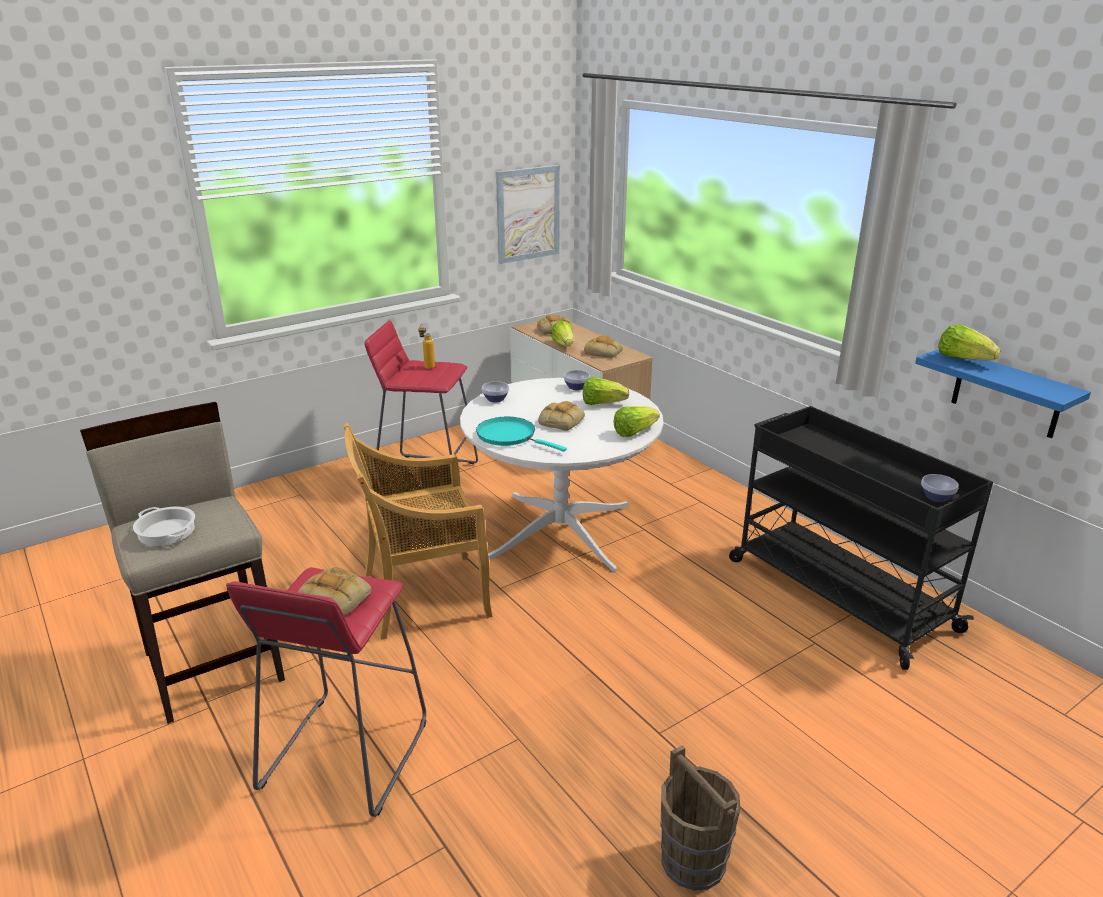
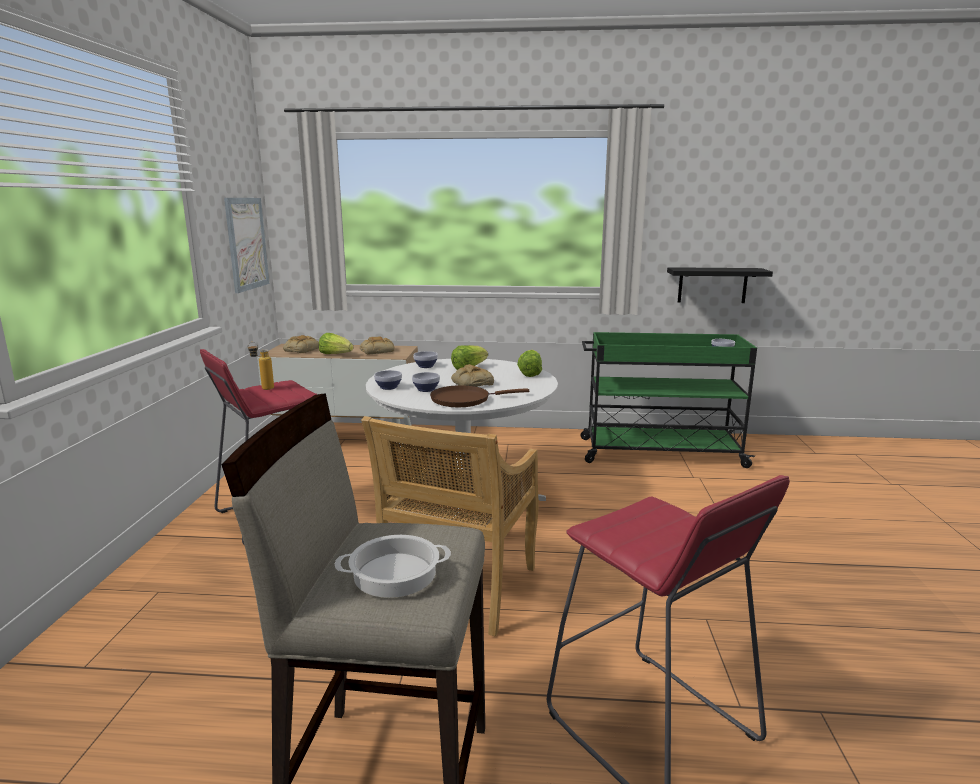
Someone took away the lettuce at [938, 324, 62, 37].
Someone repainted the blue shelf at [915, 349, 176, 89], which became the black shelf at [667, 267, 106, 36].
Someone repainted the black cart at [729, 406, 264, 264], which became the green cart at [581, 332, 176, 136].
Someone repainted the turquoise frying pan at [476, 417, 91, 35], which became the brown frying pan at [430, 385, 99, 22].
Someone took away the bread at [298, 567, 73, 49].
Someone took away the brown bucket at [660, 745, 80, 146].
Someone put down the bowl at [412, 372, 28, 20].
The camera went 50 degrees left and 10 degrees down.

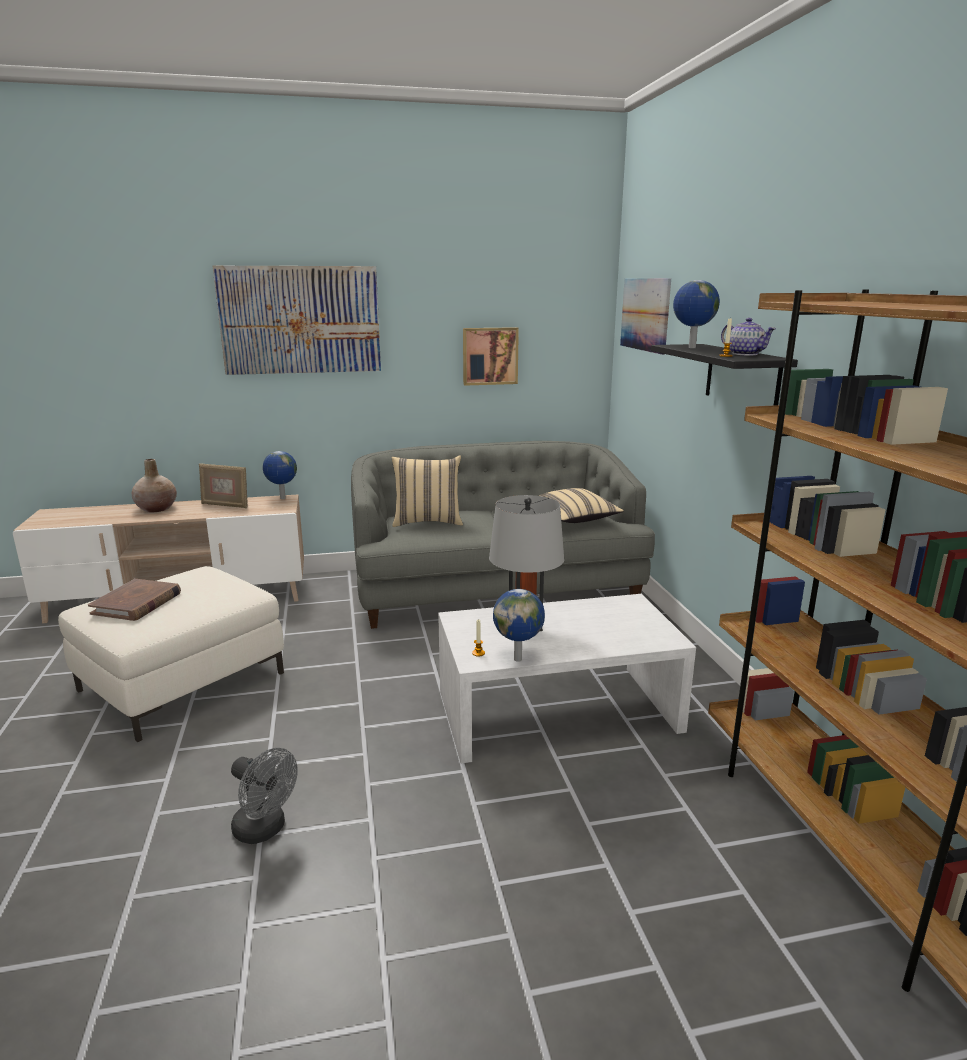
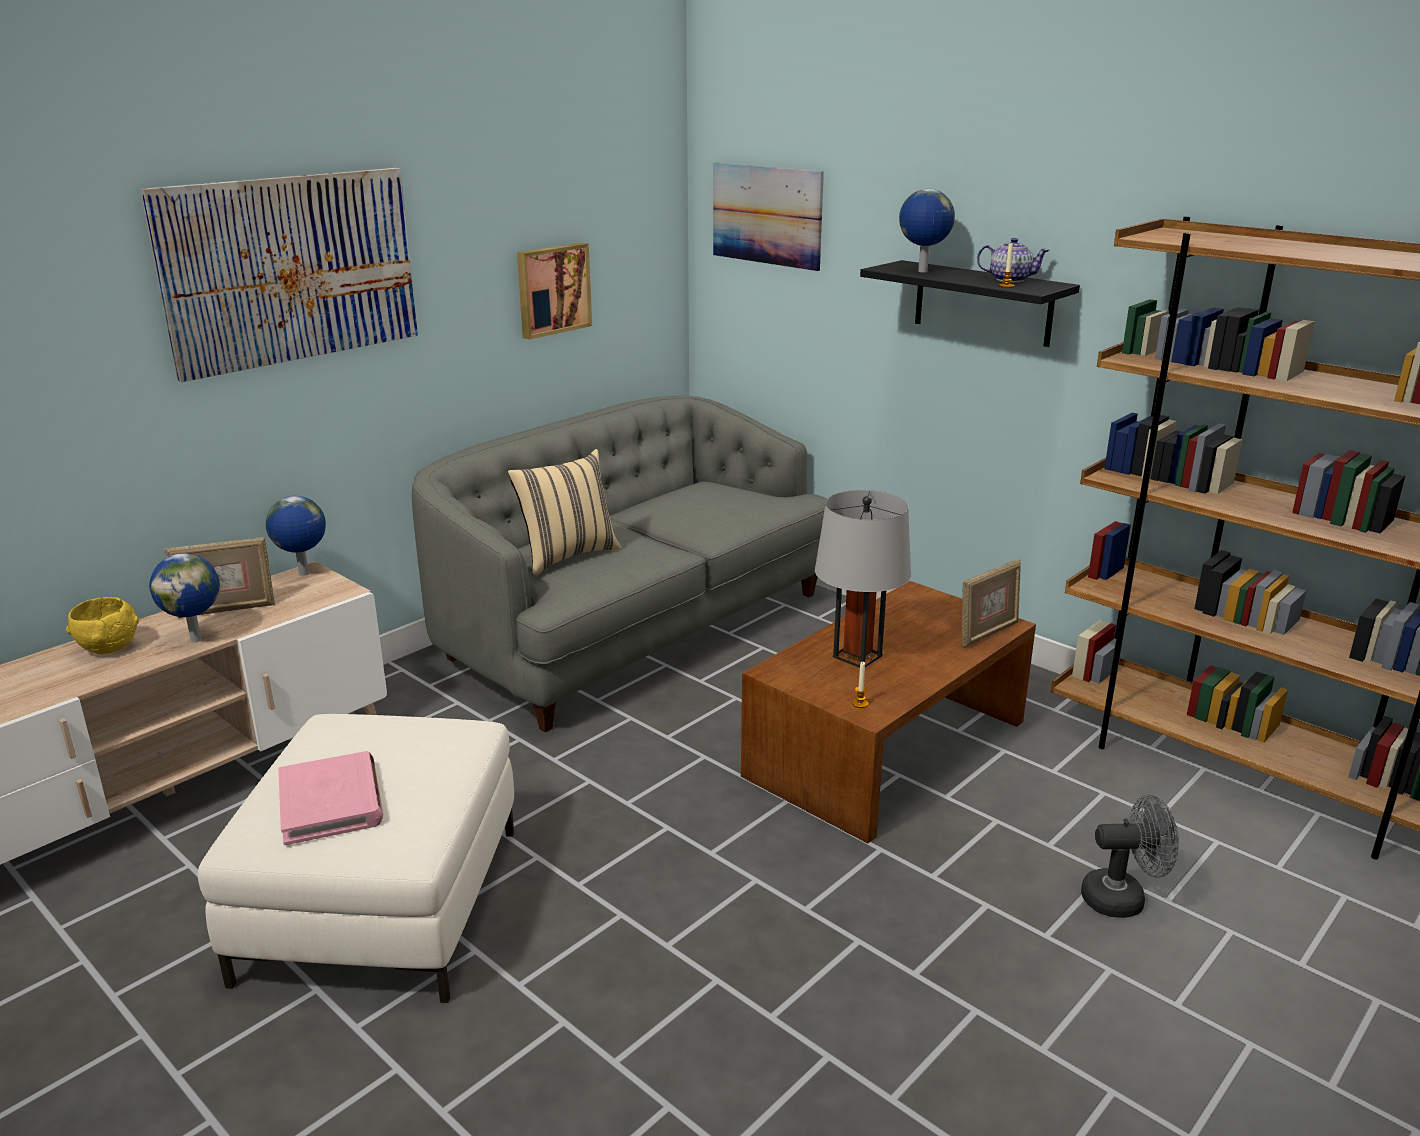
Someone swapped the beige vase at [131, 459, 46, 53] for the yellow bowl at [66, 597, 73, 57].
Someone took away the beige pillow at [539, 488, 85, 35].
Someone repainted the brown book at [88, 579, 93, 42], which became the pink book at [278, 751, 105, 94].
Someone carried the globe from [493, 589, 52, 73] to [149, 553, 71, 89].
Someone repainted the white coffee table at [438, 594, 258, 169], which became the brown coffee table at [741, 581, 295, 262].
Someone carried the grey fan from [231, 748, 67, 96] to [1081, 795, 98, 123].
Someone put down the picture frame at [961, 559, 60, 89].
The camera went 35 degrees left and 5 degrees up.

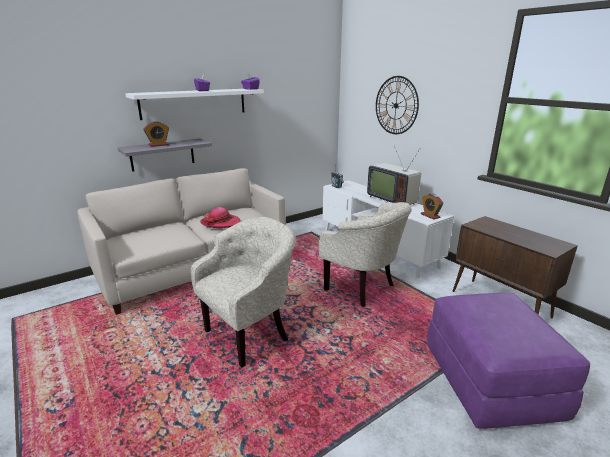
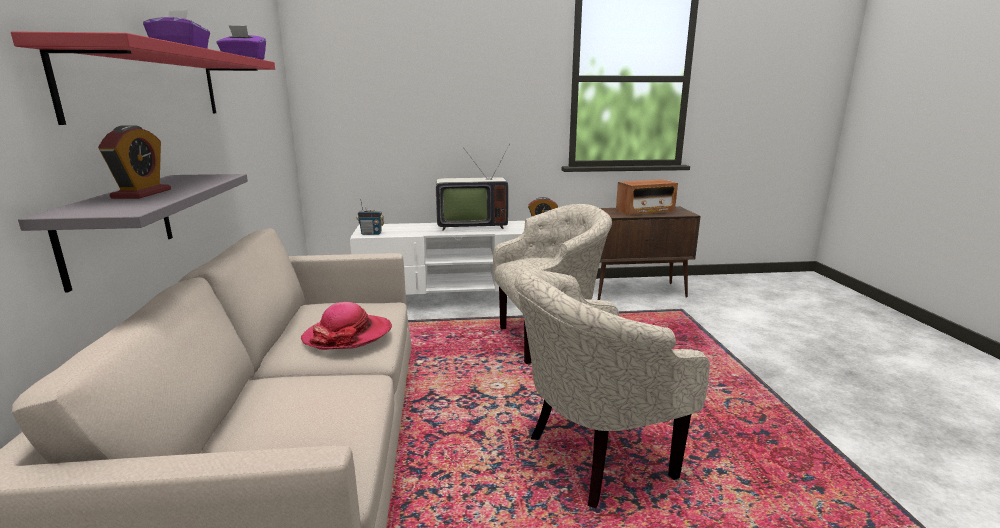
Someone took away the wall clock at [376, 76, 43, 58].
Someone repainted the white shelf at [125, 89, 139, 31], which became the red shelf at [11, 31, 264, 94].
Someone rotated the beige armchair at [191, 217, 105, 151] by 105 degrees counterclockwise.
Someone took away the purple ottoman at [427, 293, 163, 136].
Someone put down the radio at [616, 179, 62, 36].
The camera went 60 degrees left and 5 degrees down.

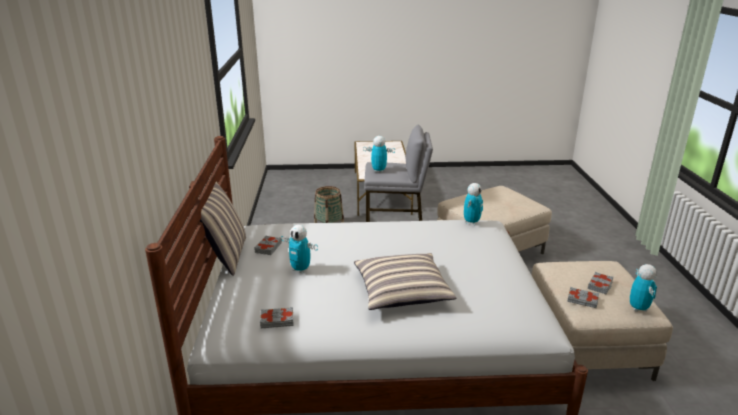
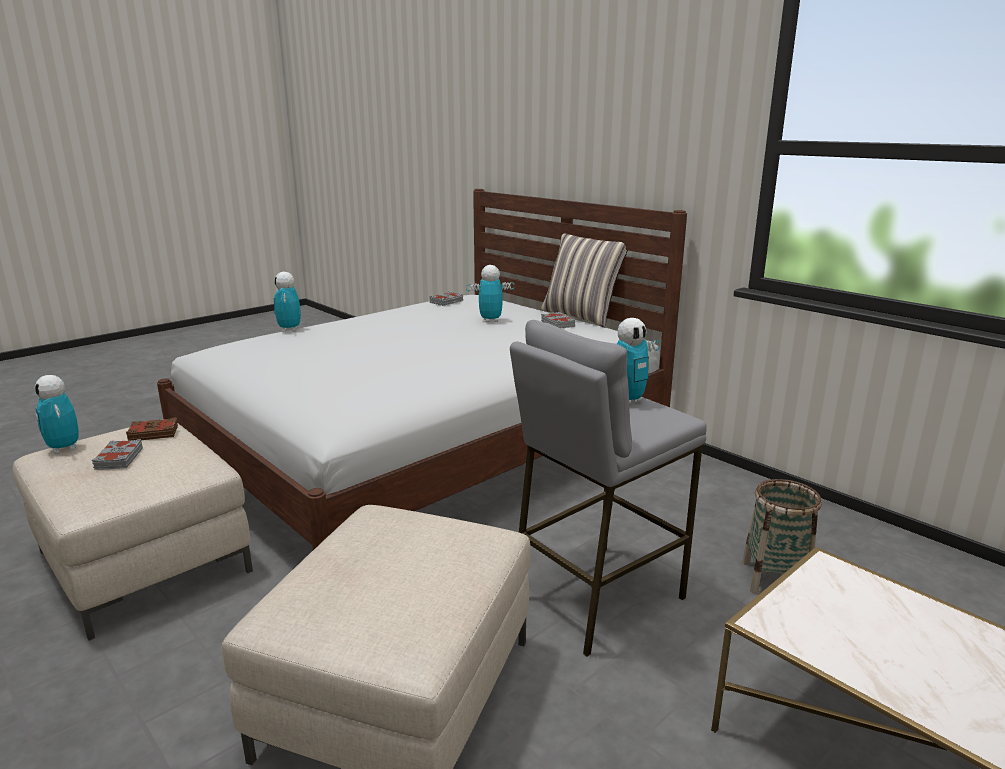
Someone carried the toy robot from [464, 183, 19, 42] to [274, 272, 27, 60].
Someone took away the pillow at [354, 253, 102, 57].
Someone repainted the grey book at [567, 287, 32, 21], which became the brown book at [126, 417, 52, 24].
The camera went 140 degrees right and 5 degrees down.

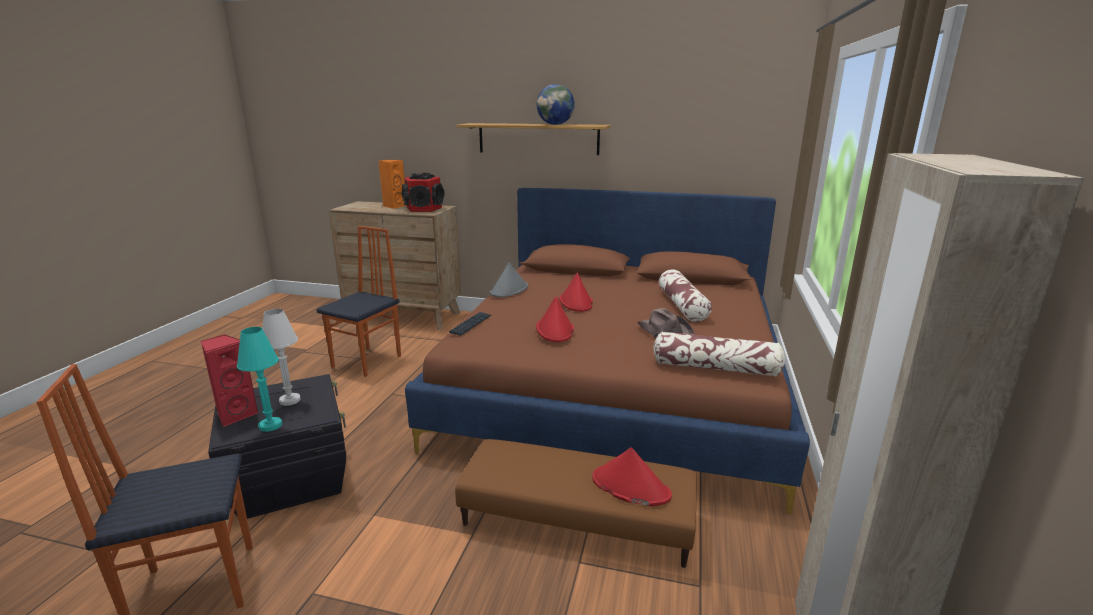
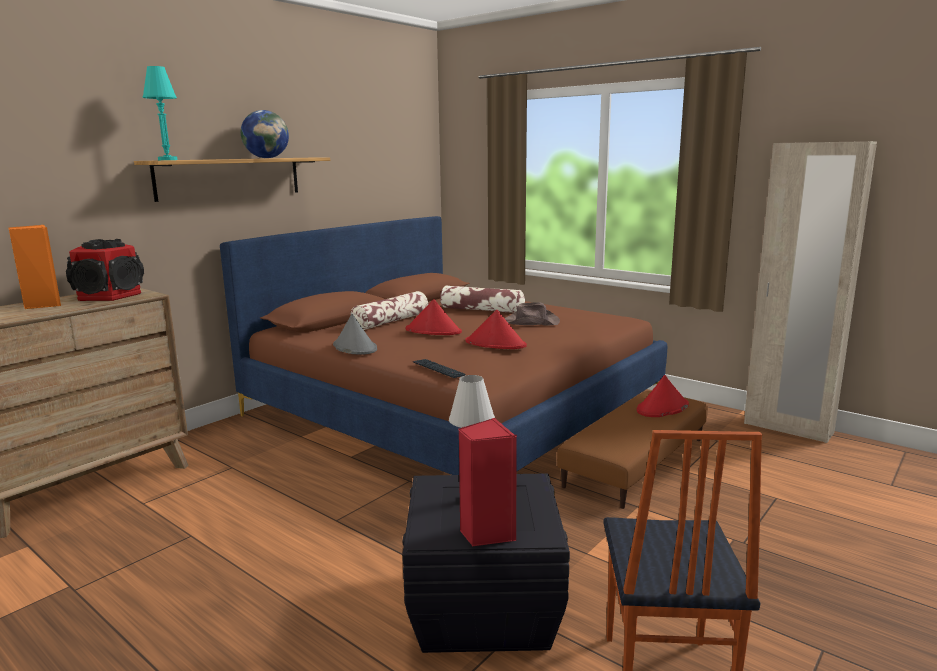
Someone took away the chair at [317, 226, 84, 151].
Someone carried the turquoise table lamp from [237, 327, 45, 105] to [143, 66, 35, 94].
Someone carried the pillow from [653, 331, 132, 46] to [351, 291, 77, 39].
The camera went 65 degrees left and 5 degrees down.

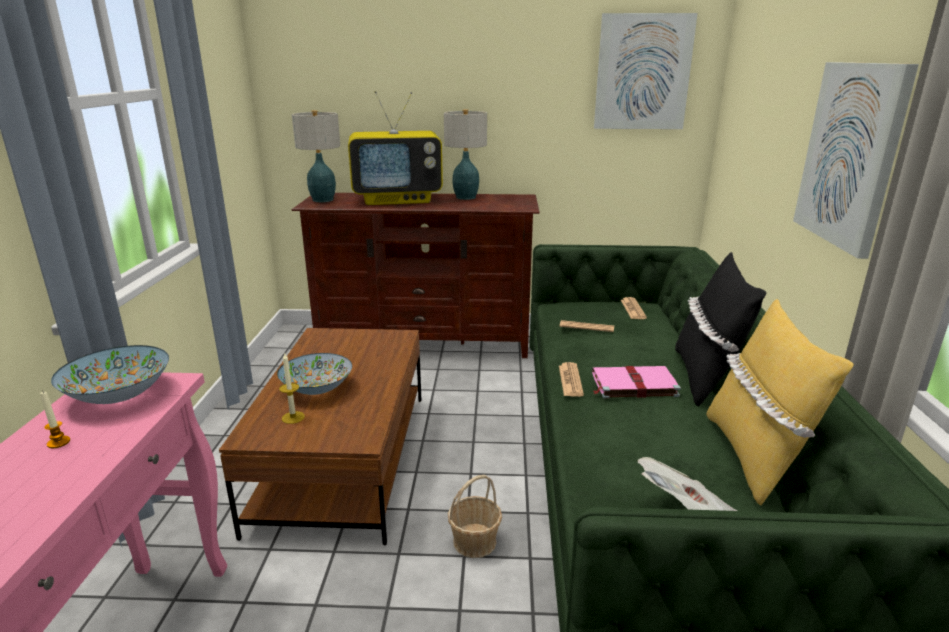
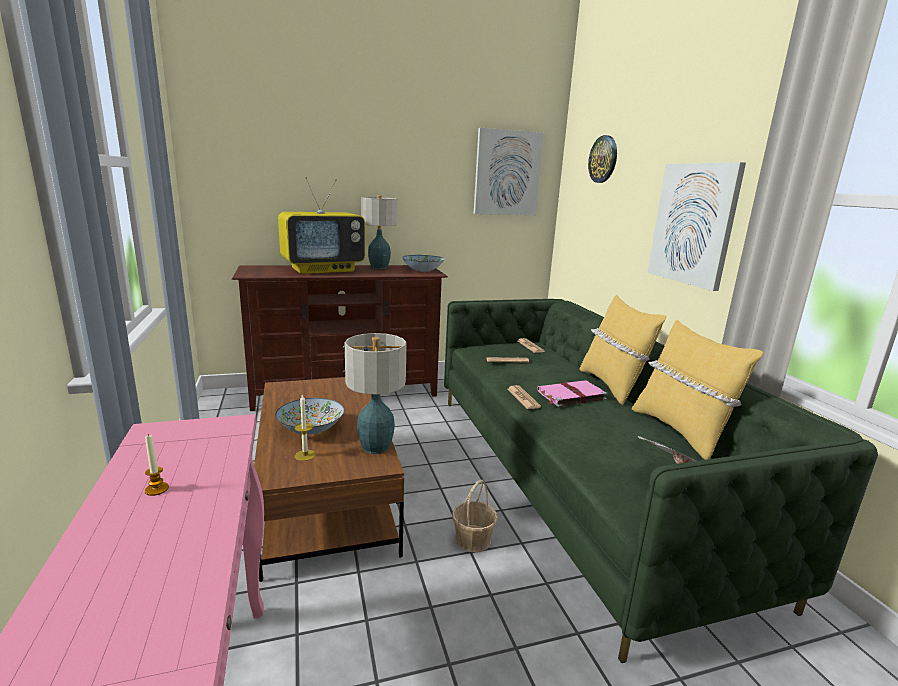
Someone carried the table lamp from [292, 110, 48, 92] to [345, 333, 62, 121].
Someone repainted the black pillow at [675, 252, 91, 154], which became the yellow pillow at [579, 295, 88, 110].
Someone carried the bowl from [51, 345, 118, 59] to [402, 255, 43, 17].
Someone put up the wall clock at [588, 135, 29, 48].
The camera went 20 degrees left and 5 degrees down.

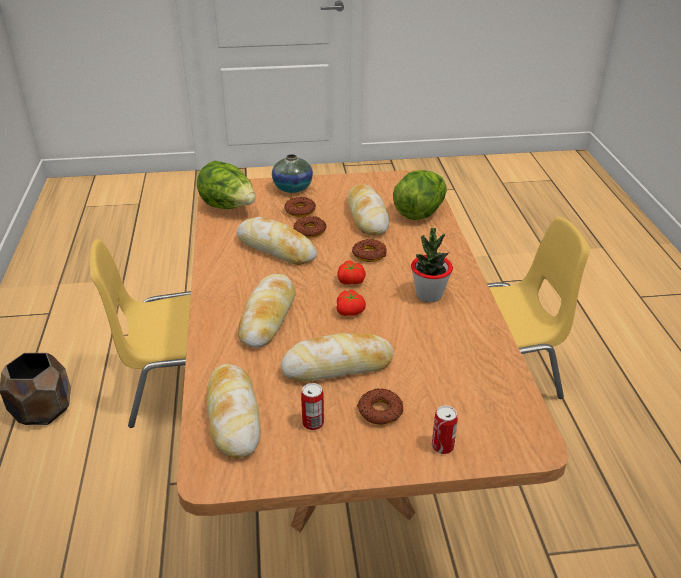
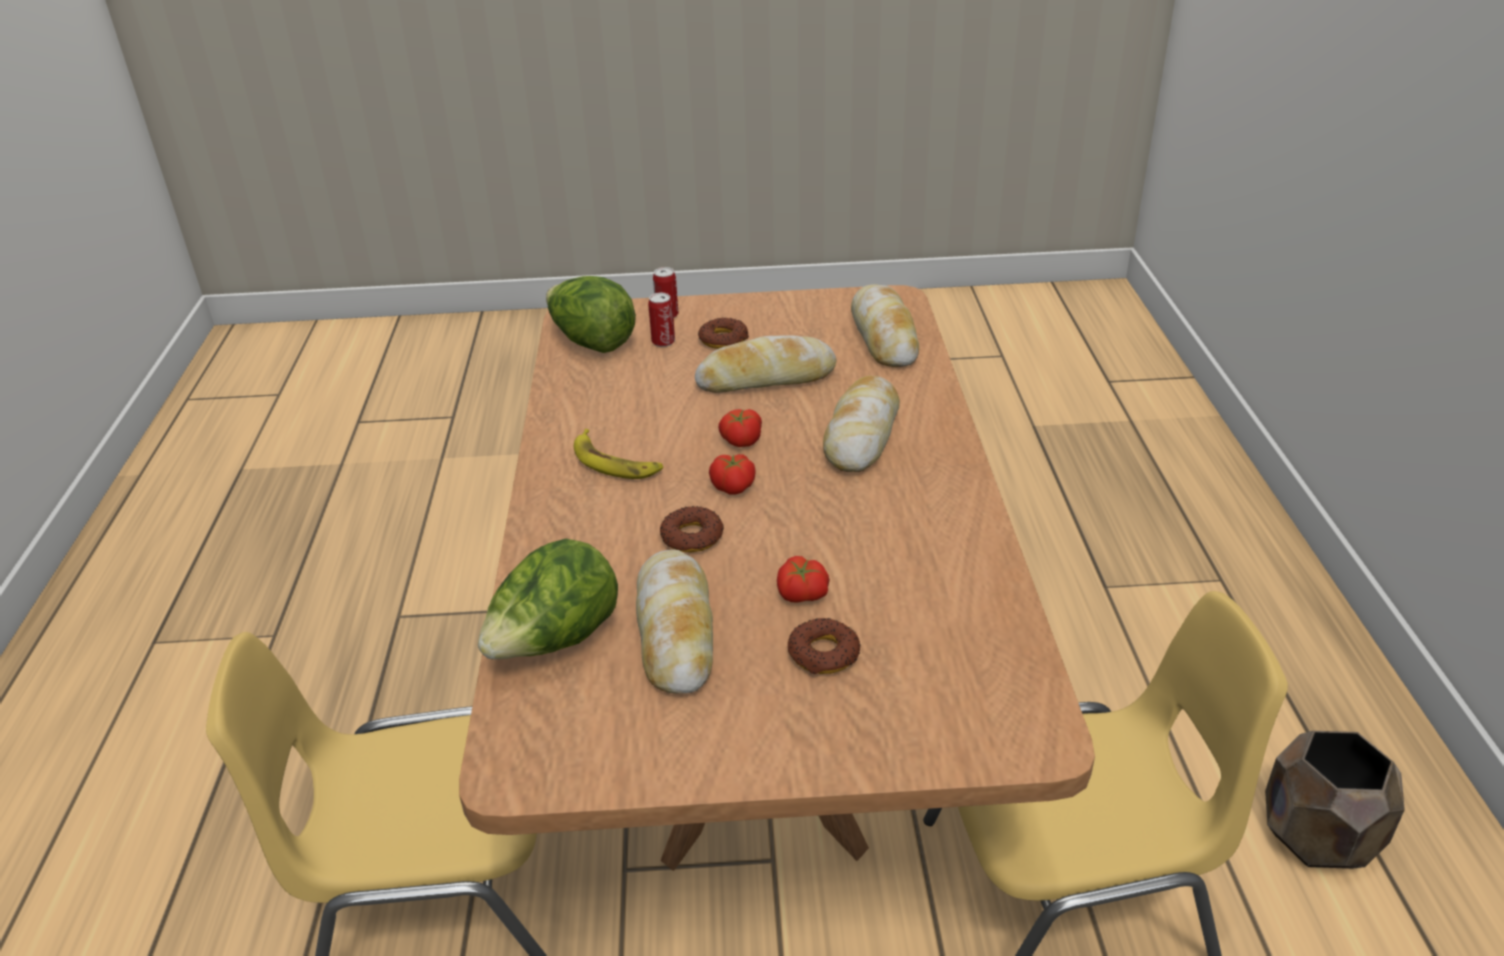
Someone took away the vase at [272, 154, 41, 39].
Someone carried the lettuce from [197, 161, 59, 48] to [546, 276, 90, 77].
Someone swapped the donut at [294, 216, 33, 22] for the tomato at [777, 556, 53, 46].
Someone took away the bread at [237, 217, 80, 48].
Someone swapped the potted plant at [411, 228, 42, 74] for the banana at [574, 429, 89, 50].
Someone carried the can from [301, 383, 23, 47] to [648, 293, 27, 54].
The camera went 175 degrees left and 0 degrees up.

